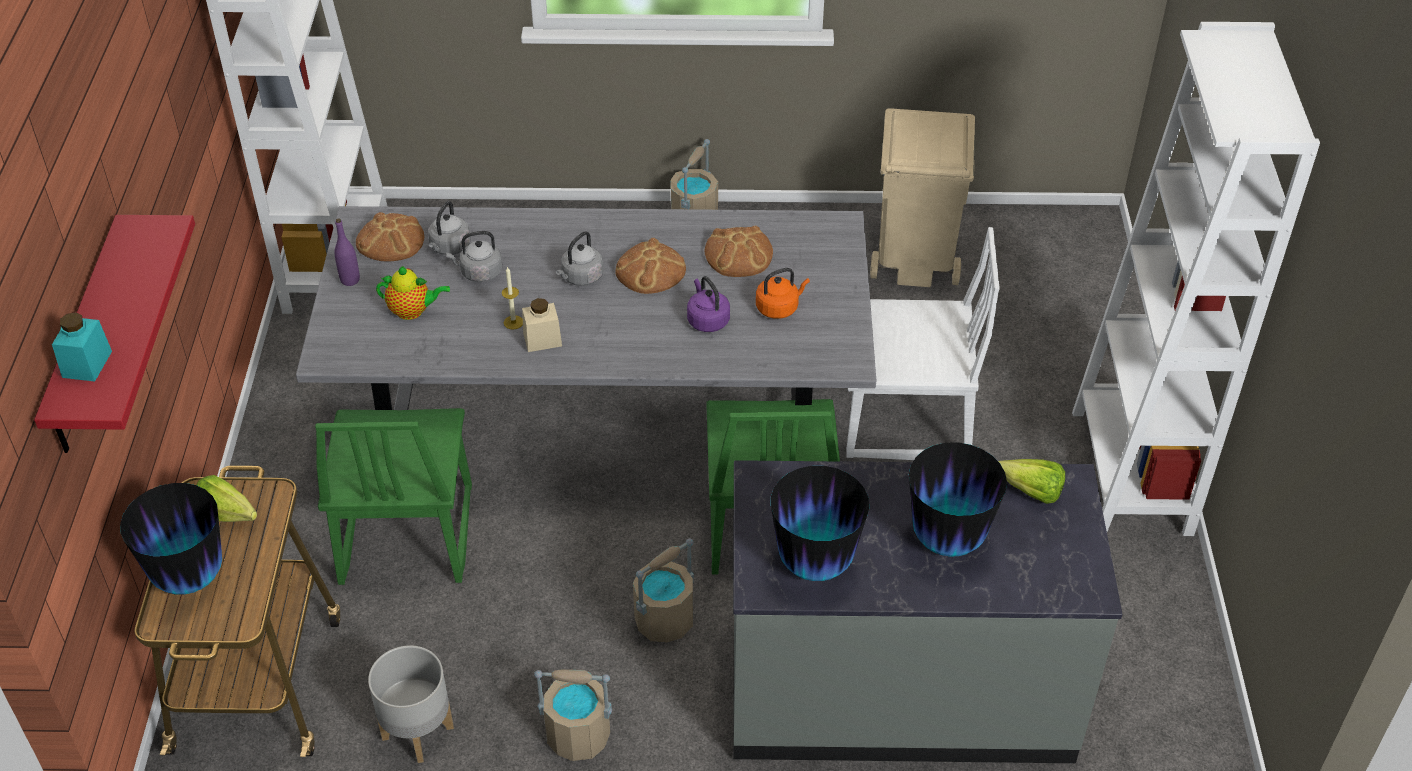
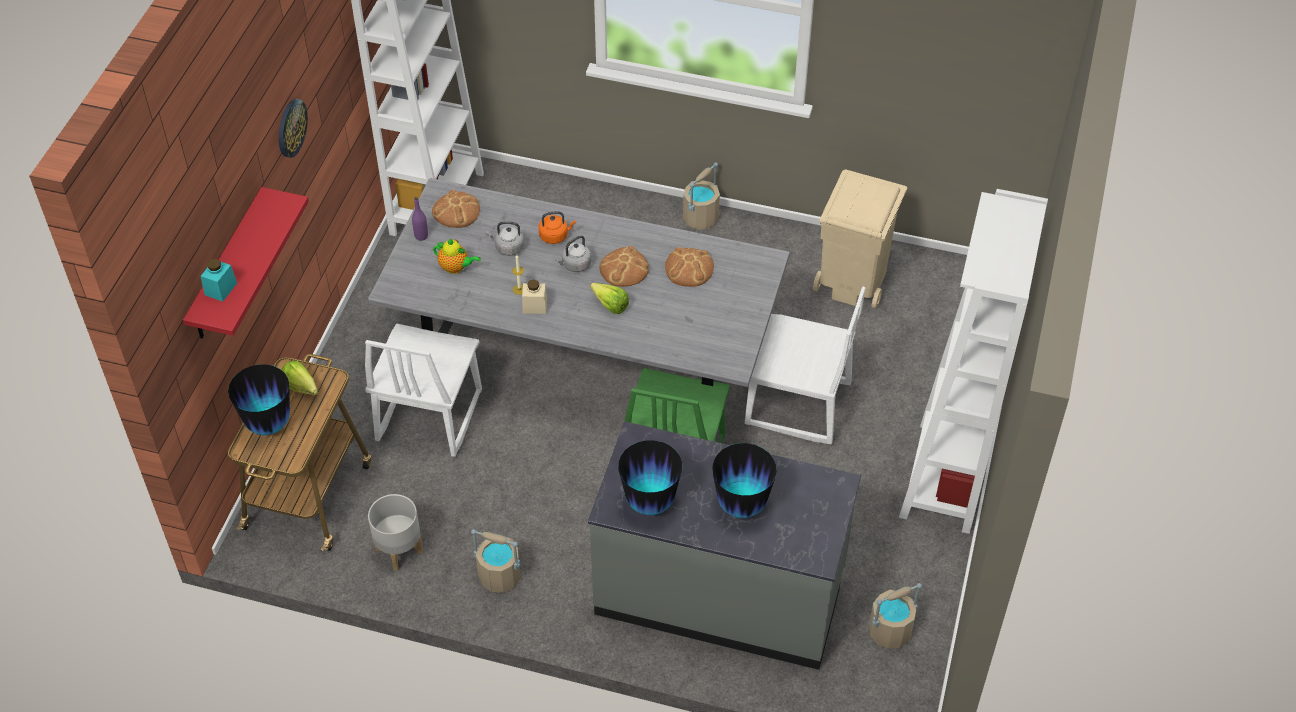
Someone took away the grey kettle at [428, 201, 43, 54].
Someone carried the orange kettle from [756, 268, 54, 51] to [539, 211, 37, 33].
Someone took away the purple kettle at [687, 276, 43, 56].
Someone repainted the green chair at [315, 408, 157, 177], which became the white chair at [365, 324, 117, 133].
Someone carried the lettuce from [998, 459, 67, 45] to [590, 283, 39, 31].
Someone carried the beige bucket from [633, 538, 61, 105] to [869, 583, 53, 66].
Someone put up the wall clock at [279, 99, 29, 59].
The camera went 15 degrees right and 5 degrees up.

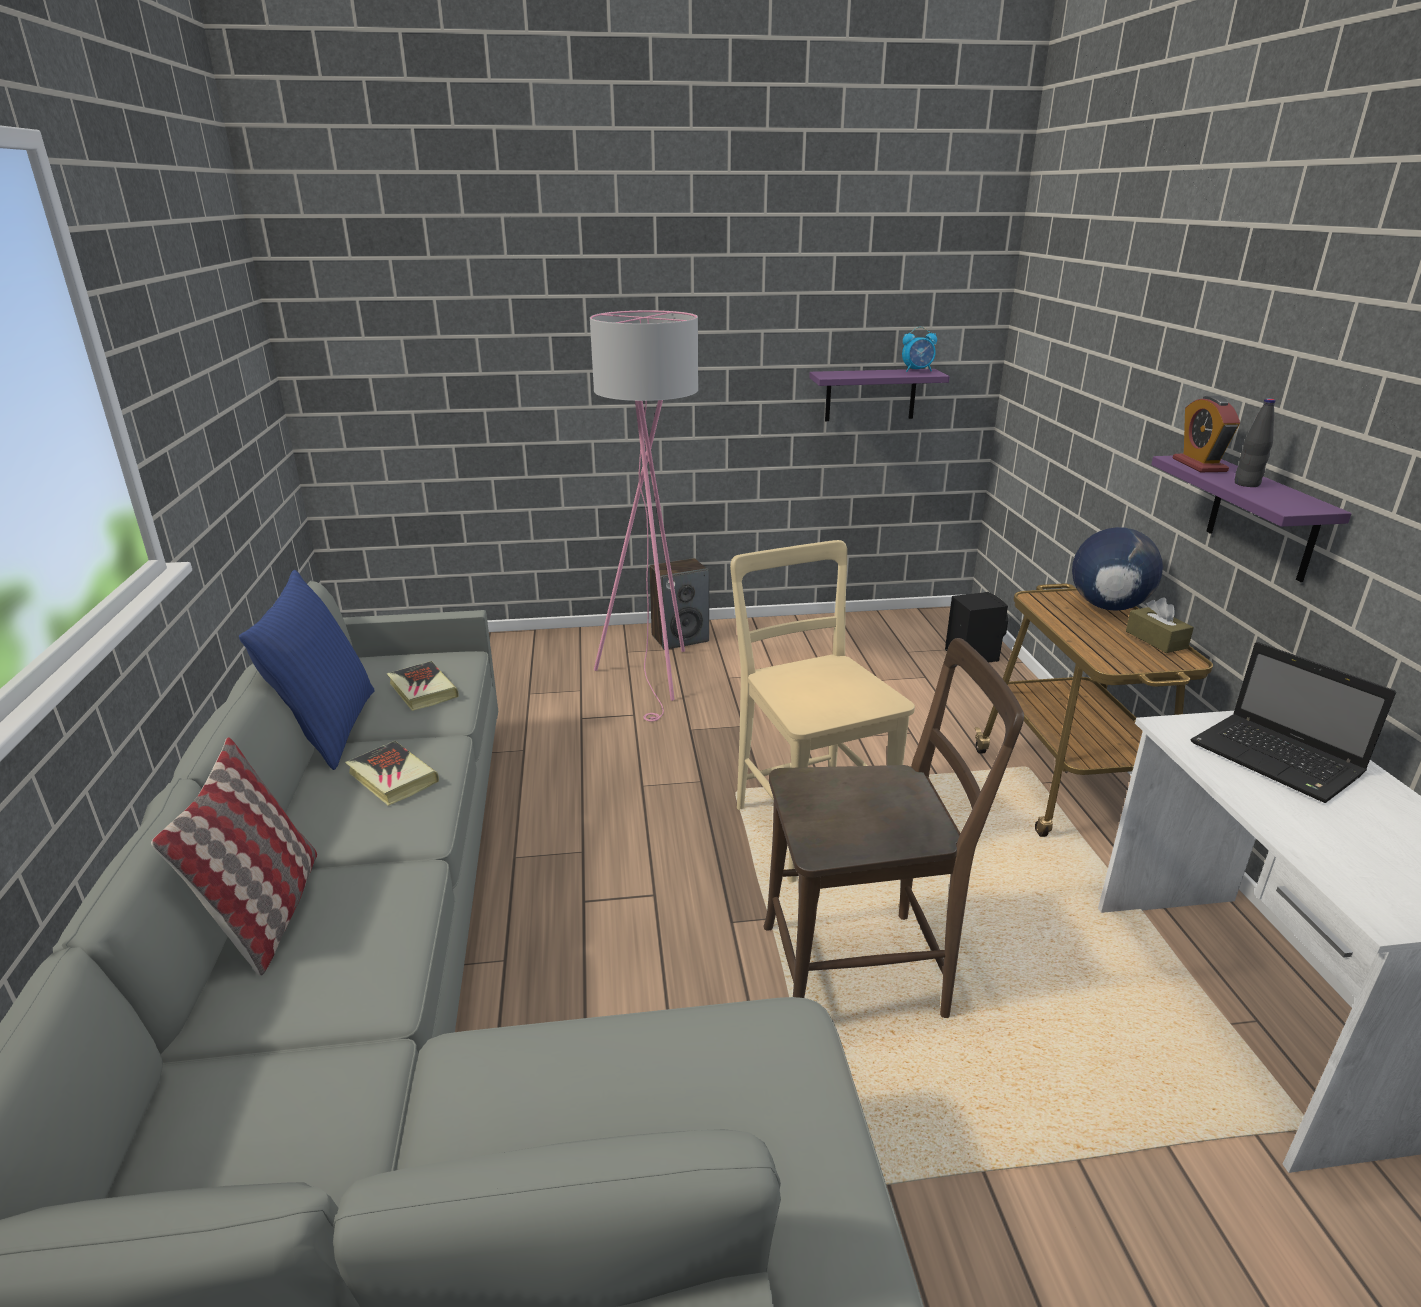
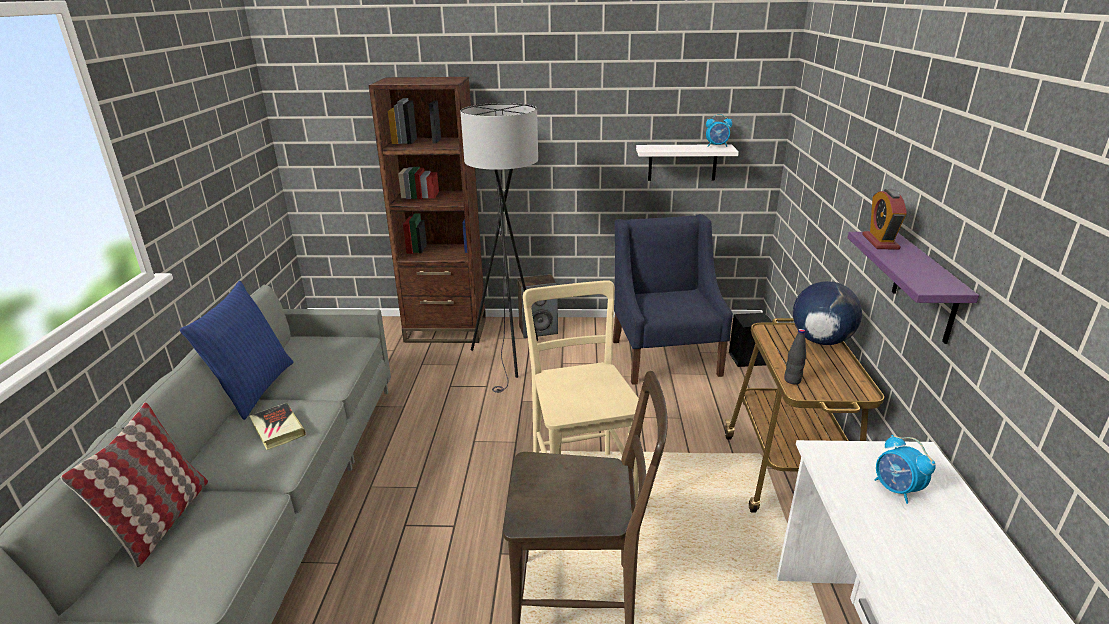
Someone repainted the pink floor lamp at [590, 310, 108, 412], which became the grey floor lamp at [460, 103, 78, 290].
Someone repainted the purple shelf at [809, 369, 141, 52], which became the white shelf at [636, 144, 103, 37].
Someone carried the black bottle from [1235, 398, 41, 89] to [784, 329, 22, 55].
Someone took away the brown tissue box at [1126, 597, 68, 56].
Someone swapped the laptop at [1191, 642, 205, 161] for the alarm clock at [874, 435, 62, 69].
Someone took away the book at [387, 661, 72, 50].
Someone put down the brown bookcase at [369, 77, 117, 266].
Someone put down the blue armchair at [613, 214, 120, 171].
The camera went 10 degrees right and 0 degrees up.

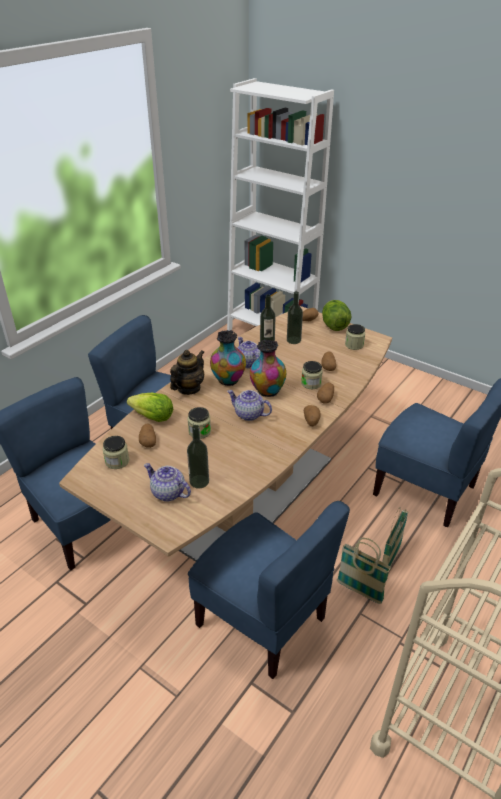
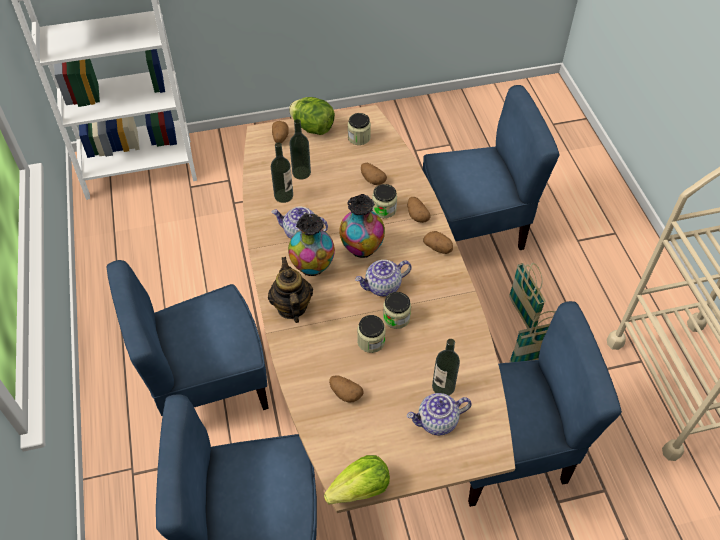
Someone carried the lettuce from [127, 393, 46, 29] to [324, 455, 66, 50].
Someone carried the jar from [103, 436, 26, 33] to [383, 292, 28, 37].
The camera went 50 degrees left and 15 degrees up.

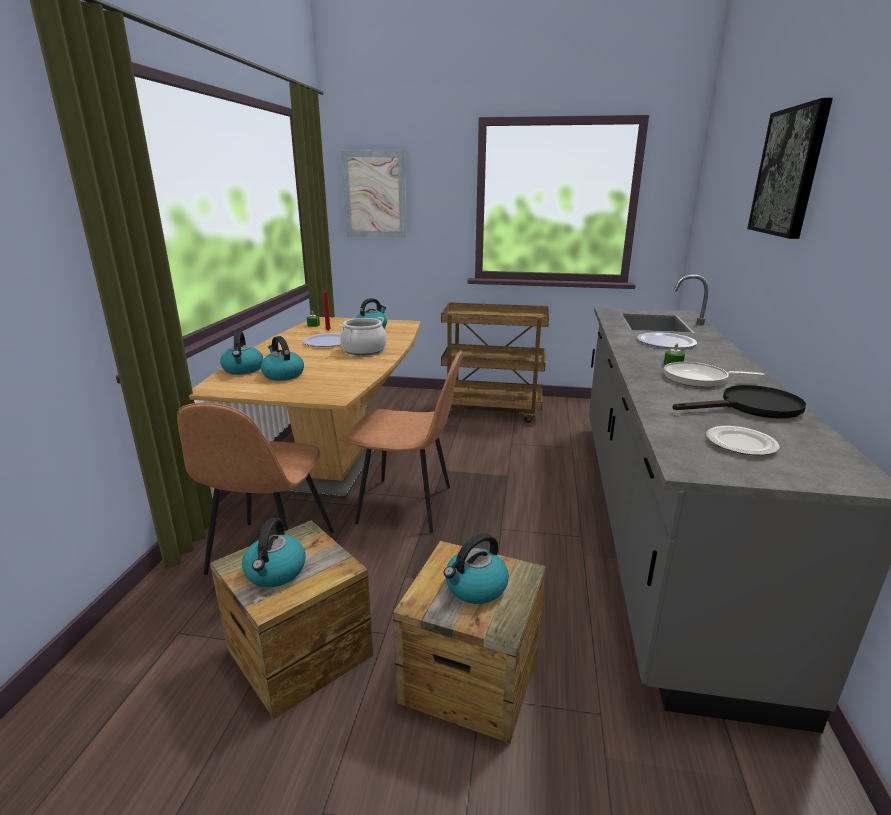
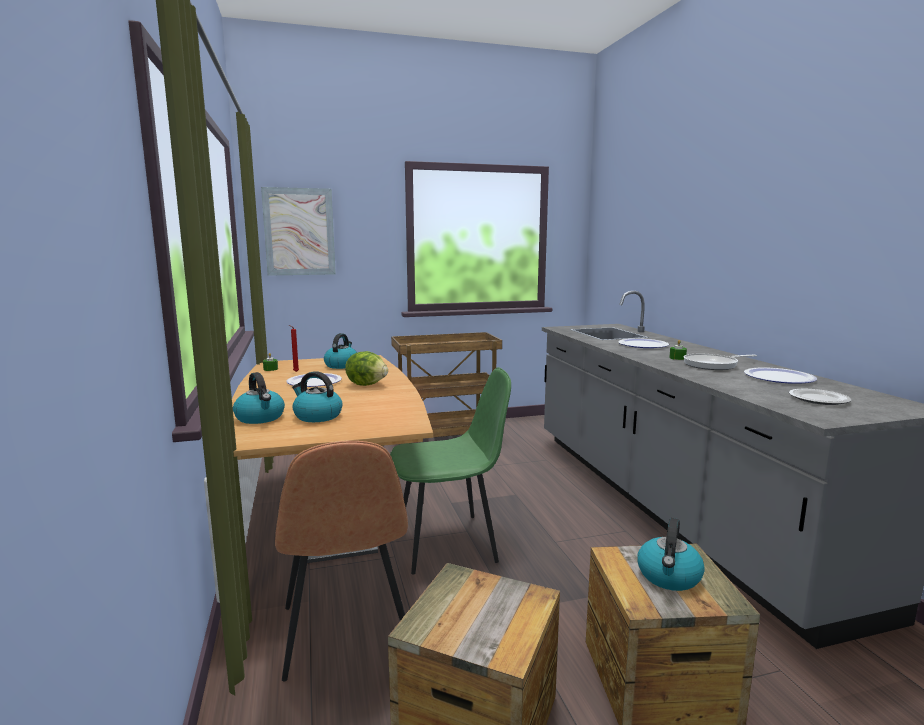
Someone took away the picture at [747, 98, 86, 141].
Someone swapped the cooking pot at [339, 317, 48, 38] for the lettuce at [345, 351, 43, 35].
Someone repainted the brown chair at [348, 350, 115, 183], which became the green chair at [390, 367, 121, 207].
Someone swapped the black frying pan at [672, 385, 134, 33] for the plate at [744, 367, 73, 16].
Someone took away the kettle at [242, 518, 64, 69].
The camera went 25 degrees left and 10 degrees down.

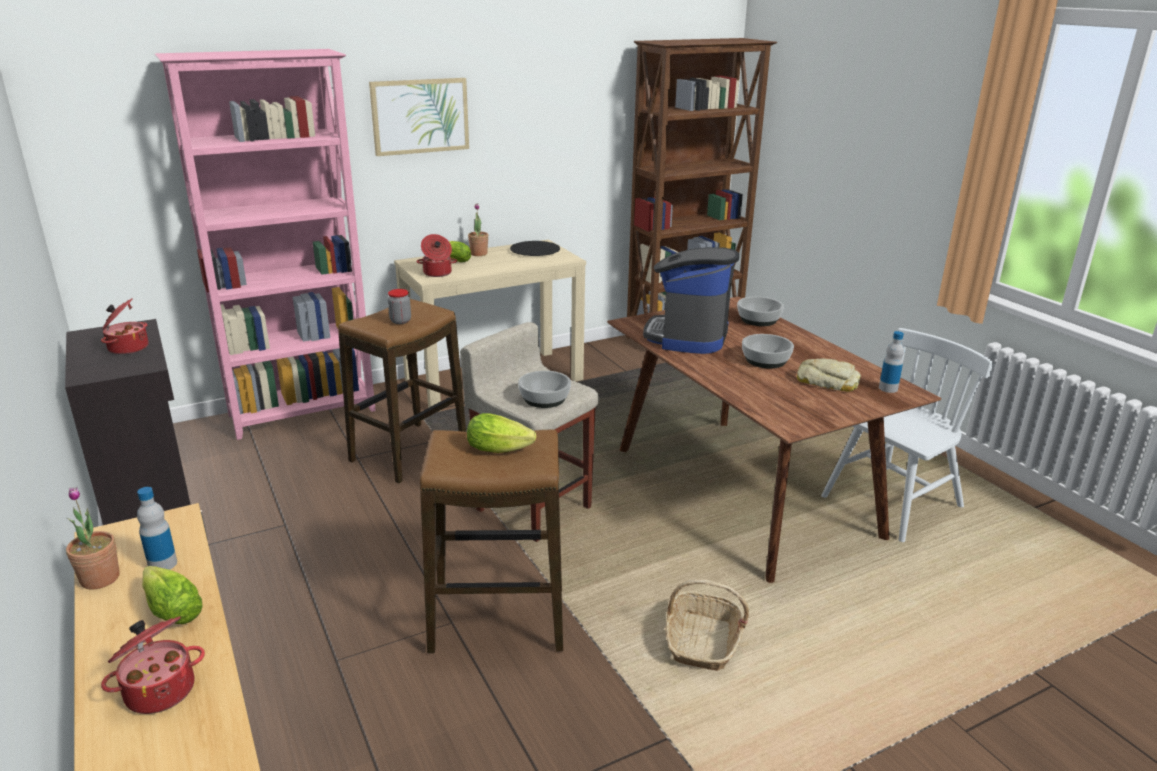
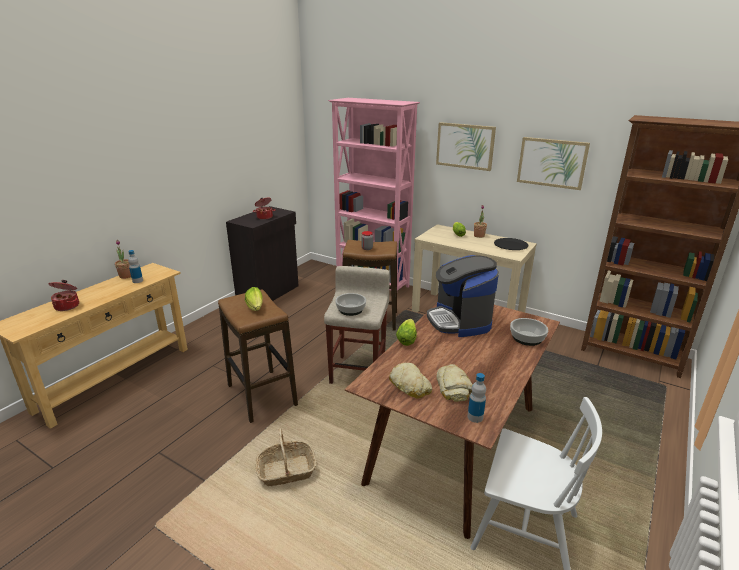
Someone took away the cooking pot at [416, 234, 41, 43].
Someone rotated the coffee machine at [643, 247, 96, 107] by 90 degrees counterclockwise.
Someone took away the bowl at [742, 334, 52, 34].
Someone carried the lettuce from [142, 566, 60, 58] to [396, 319, 21, 27].
Someone put up the picture at [517, 137, 73, 53].
Someone put down the bread at [389, 363, 43, 36].
The camera went 60 degrees right and 0 degrees up.

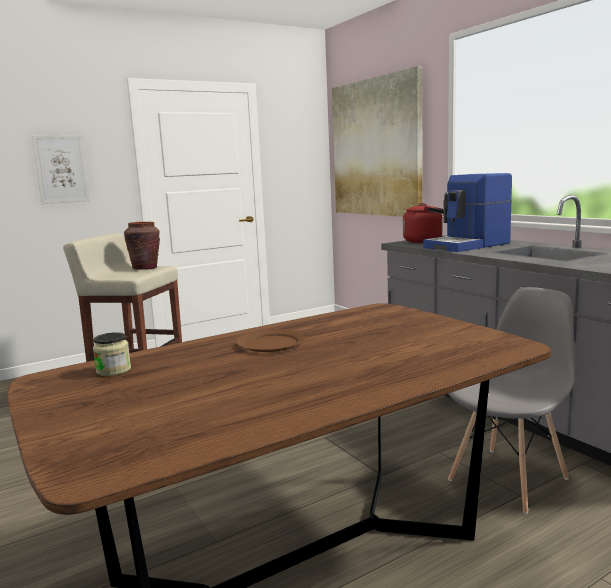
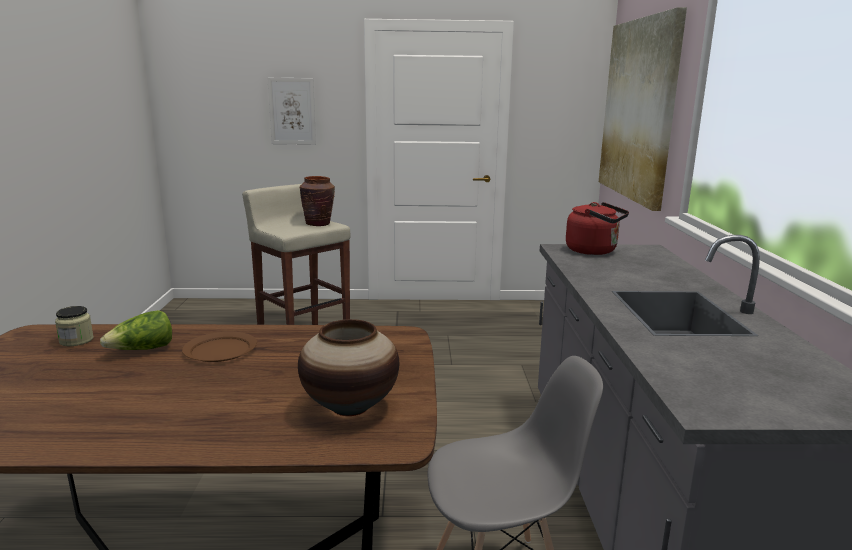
Someone took away the coffee machine at [423, 173, 89, 79].
Someone put down the lettuce at [100, 310, 72, 40].
Someone put down the vase at [298, 319, 101, 97].
The camera went 30 degrees right and 5 degrees up.

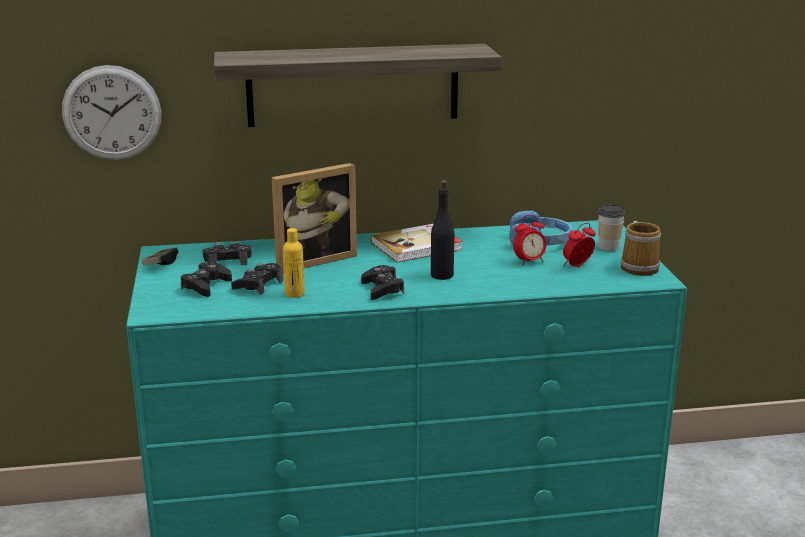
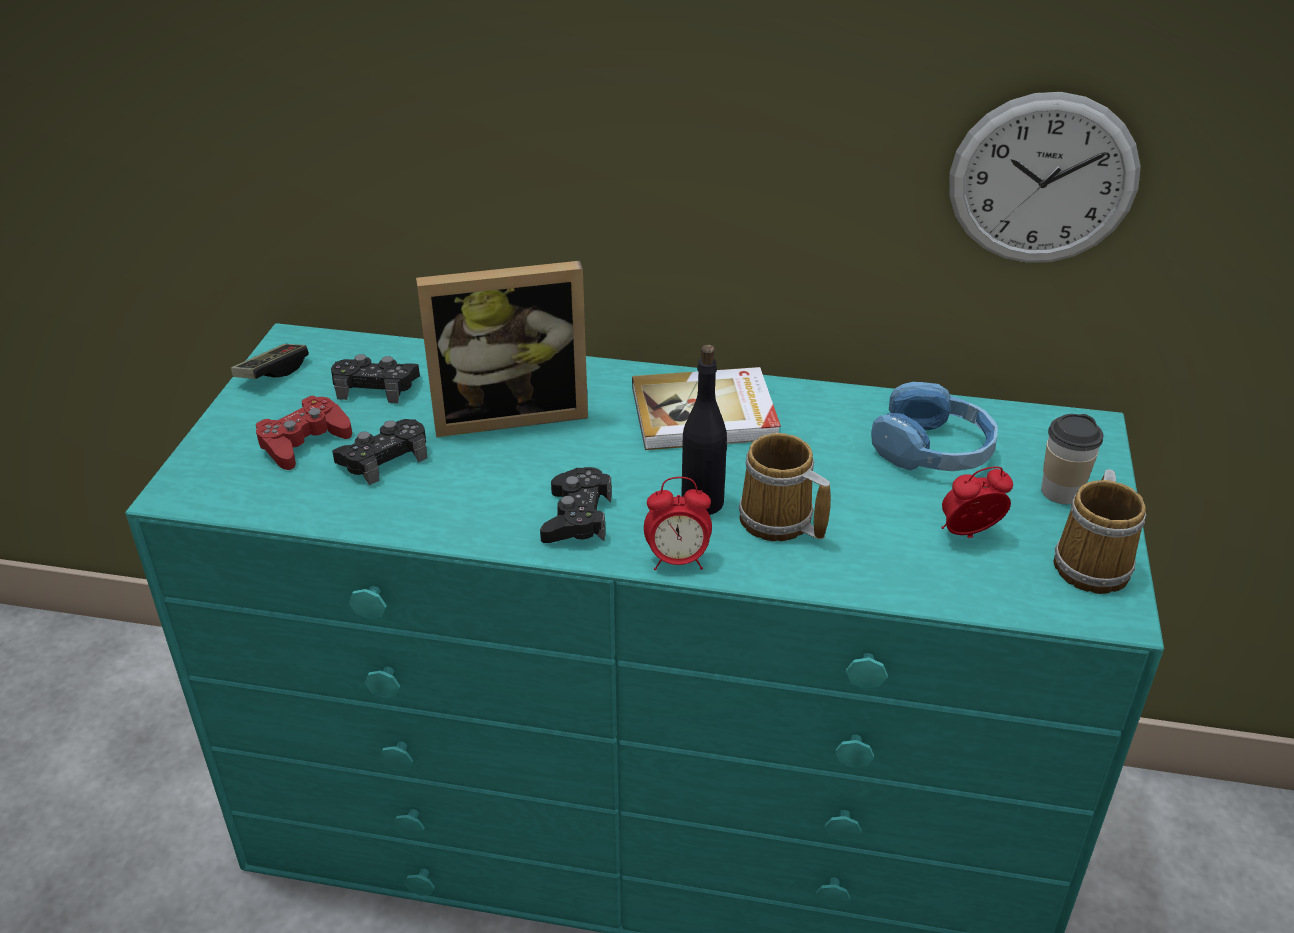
Someone took away the shelf at [214, 44, 287, 83].
Someone carried the wall clock from [62, 65, 100, 95] to [949, 92, 192, 171].
Someone carried the alarm clock from [513, 215, 34, 50] to [644, 477, 68, 93].
Someone took away the yellow bottle at [283, 228, 22, 70].
Someone repainted the black game controller at [181, 262, 51, 35], which became the red game controller at [256, 395, 96, 75].
Someone put down the mug at [739, 433, 92, 108].
The camera went 20 degrees right and 15 degrees up.

